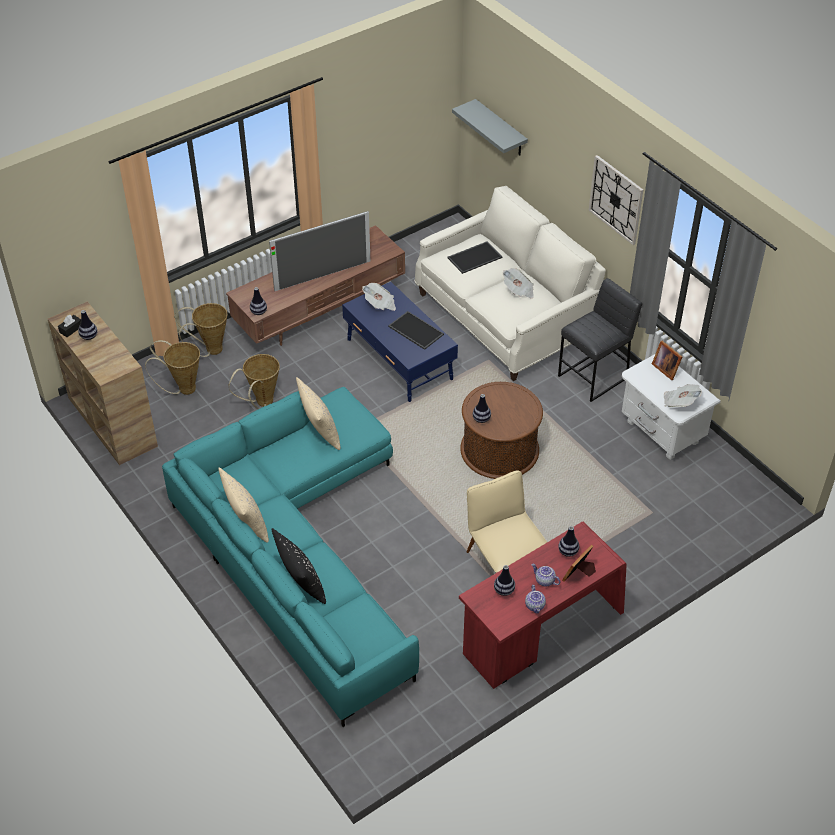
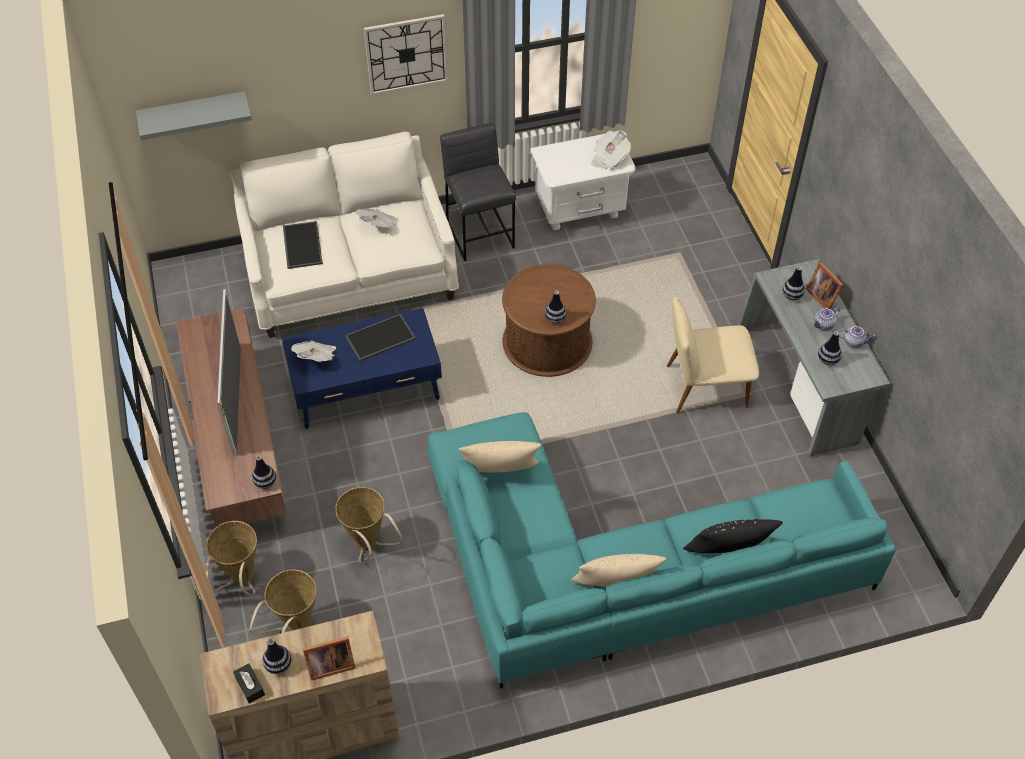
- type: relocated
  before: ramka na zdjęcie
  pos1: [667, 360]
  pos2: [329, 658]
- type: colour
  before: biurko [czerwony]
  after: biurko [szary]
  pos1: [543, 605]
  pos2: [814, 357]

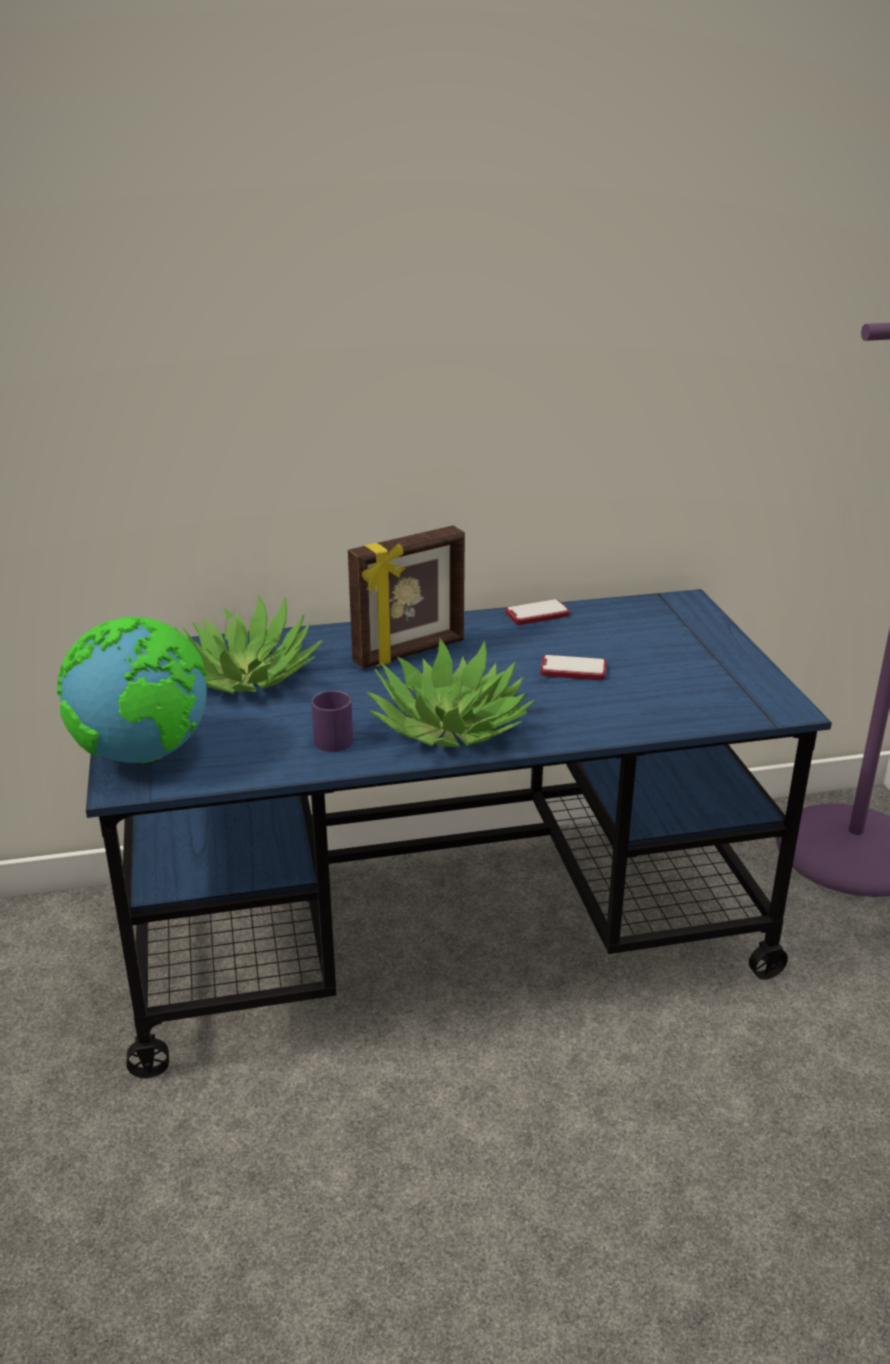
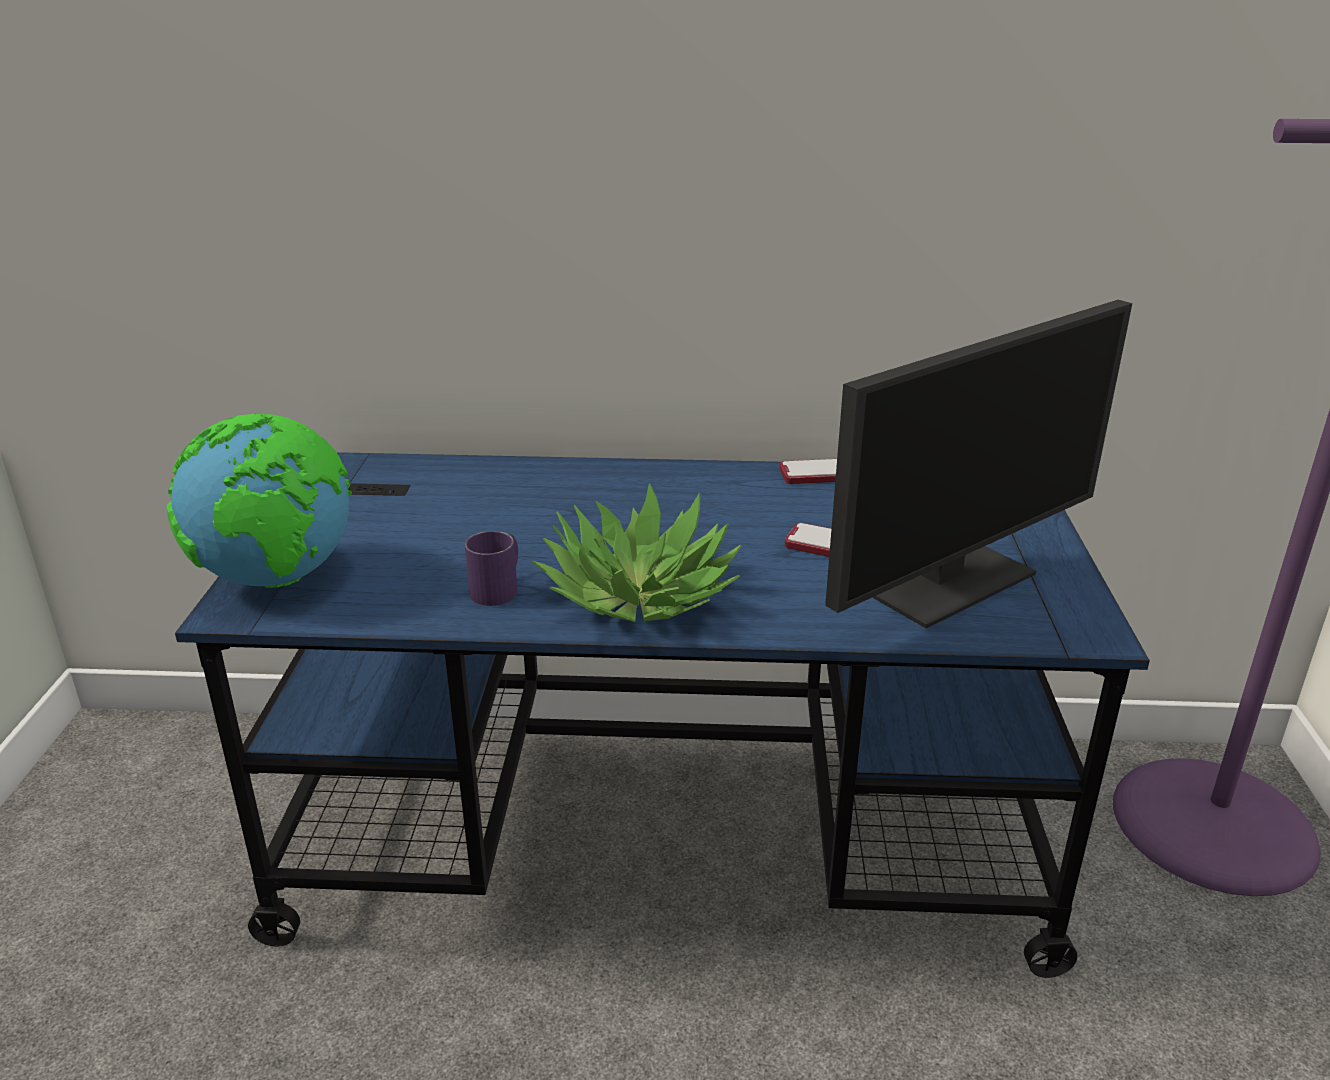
- type: appeared
  after: monitor
  pos2: [978, 464]
- type: missing
  before: roślina doniczkowa
  pos1: [249, 644]
- type: missing
  before: ramka na zdjęcie
  pos1: [406, 597]

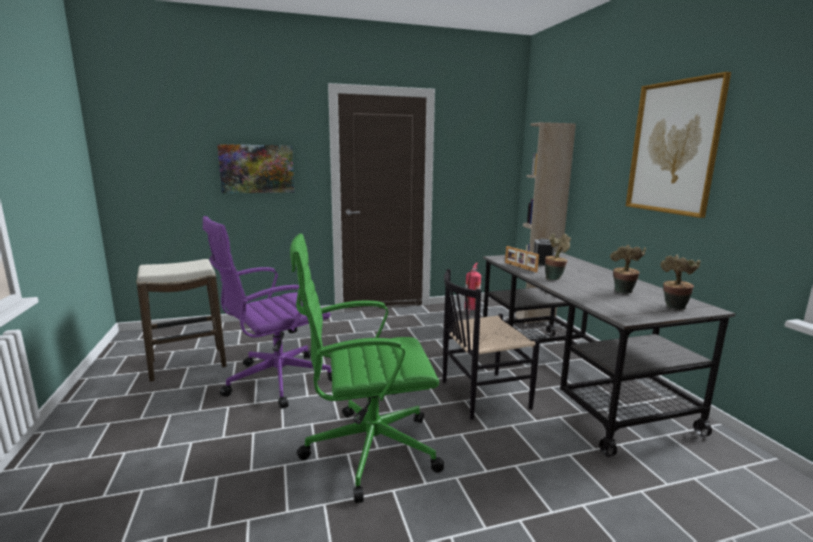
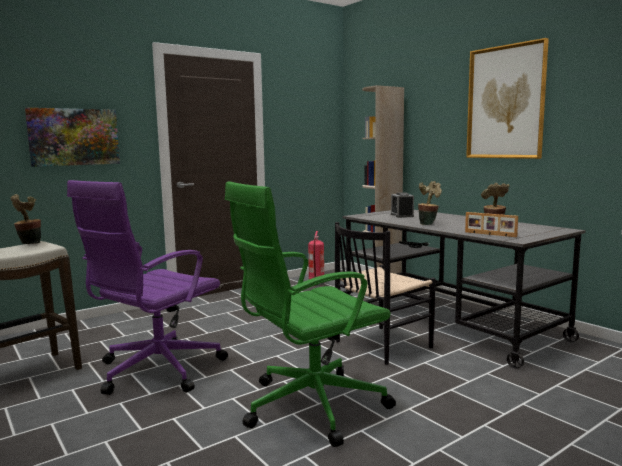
- type: relocated
  before: roślina doniczkowa
  pos1: [680, 282]
  pos2: [26, 219]
- type: relocated
  before: ramka na zdjęcie
  pos1: [522, 259]
  pos2: [491, 224]

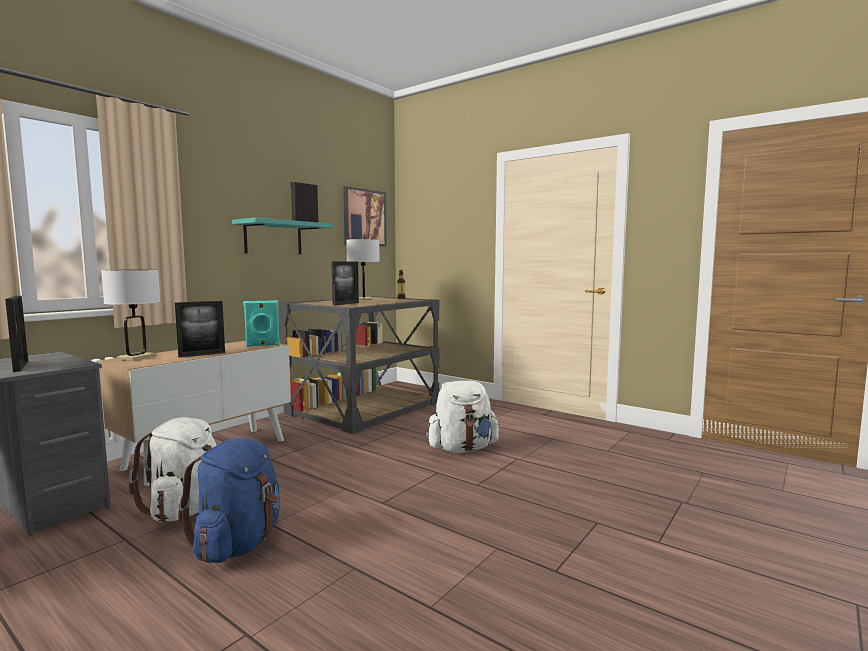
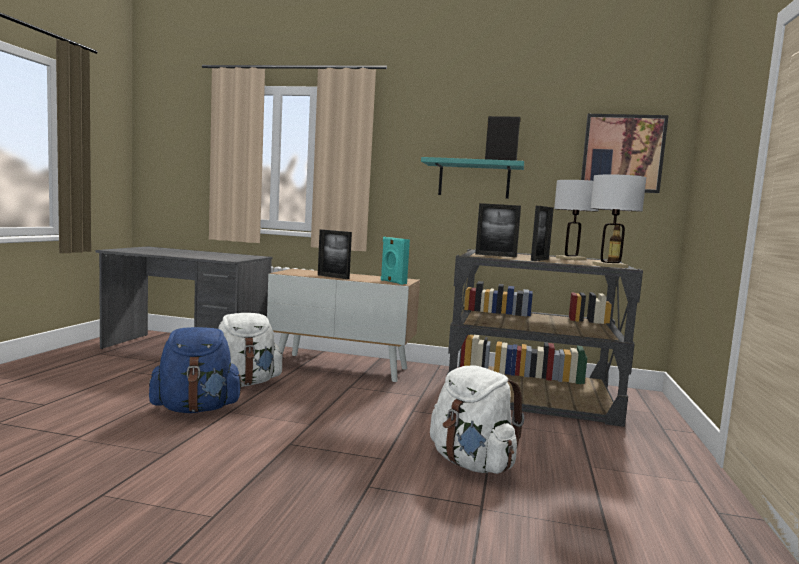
- type: relocated
  before: ramka na zdjęcie
  pos1: [16, 334]
  pos2: [542, 233]
- type: relocated
  before: lampa stołowa [biały]
  pos1: [131, 315]
  pos2: [618, 221]

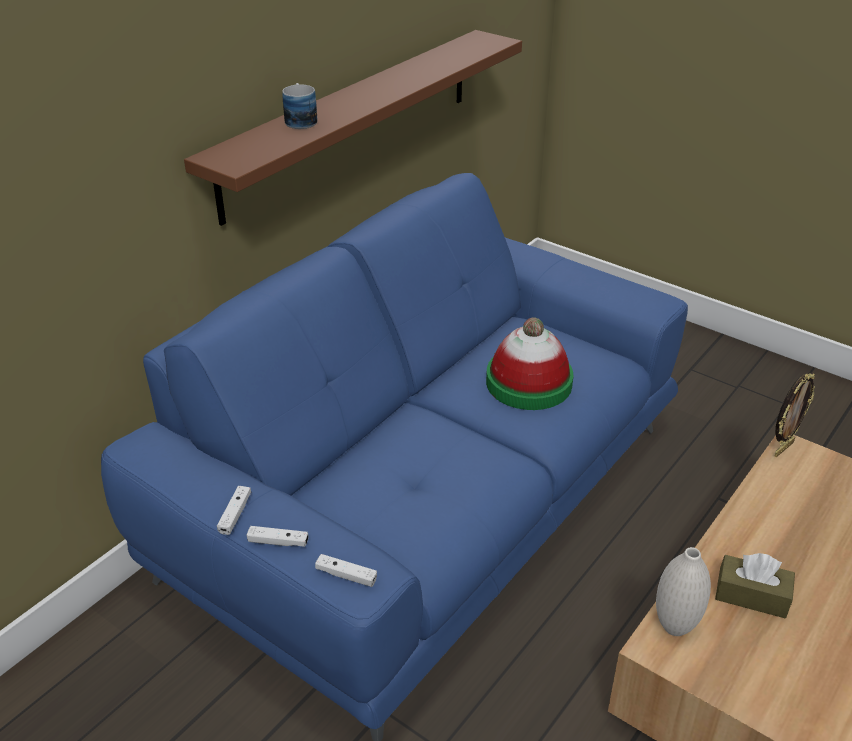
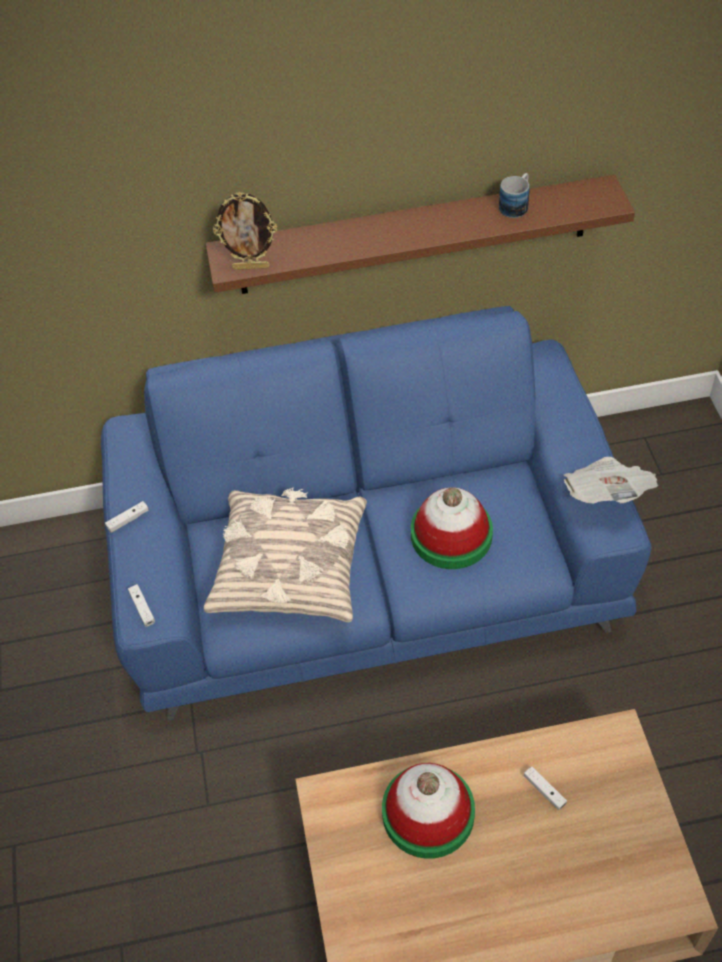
- type: appeared
  after: poduszka [beżowy]
  pos2: [285, 555]
- type: relocated
  before: ramka na zdjęcie
  pos1: [795, 415]
  pos2: [245, 231]
- type: exchanged
  before: pudełko chusteczek [brązowy]
  after: kapelusz
  pos1: [755, 585]
  pos2: [428, 811]
- type: relocated
  before: kubek
  pos1: [299, 106]
  pos2: [514, 195]
- type: relocated
  before: pad do gier [biały]
  pos1: [277, 536]
  pos2: [545, 788]
- type: appeared
  after: gazeta
  pos2: [610, 480]
- type: missing
  before: wazon [biały]
  pos1: [683, 591]

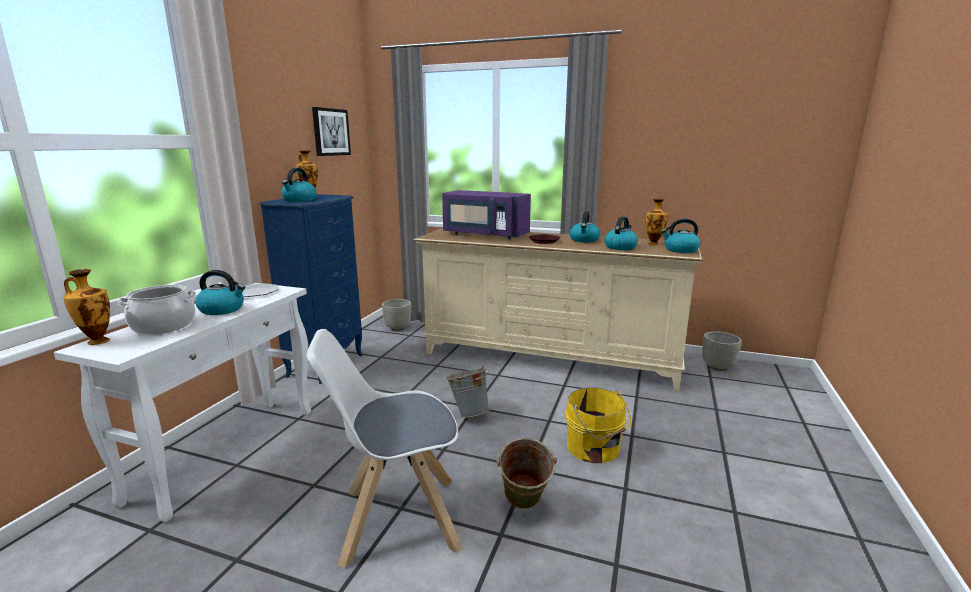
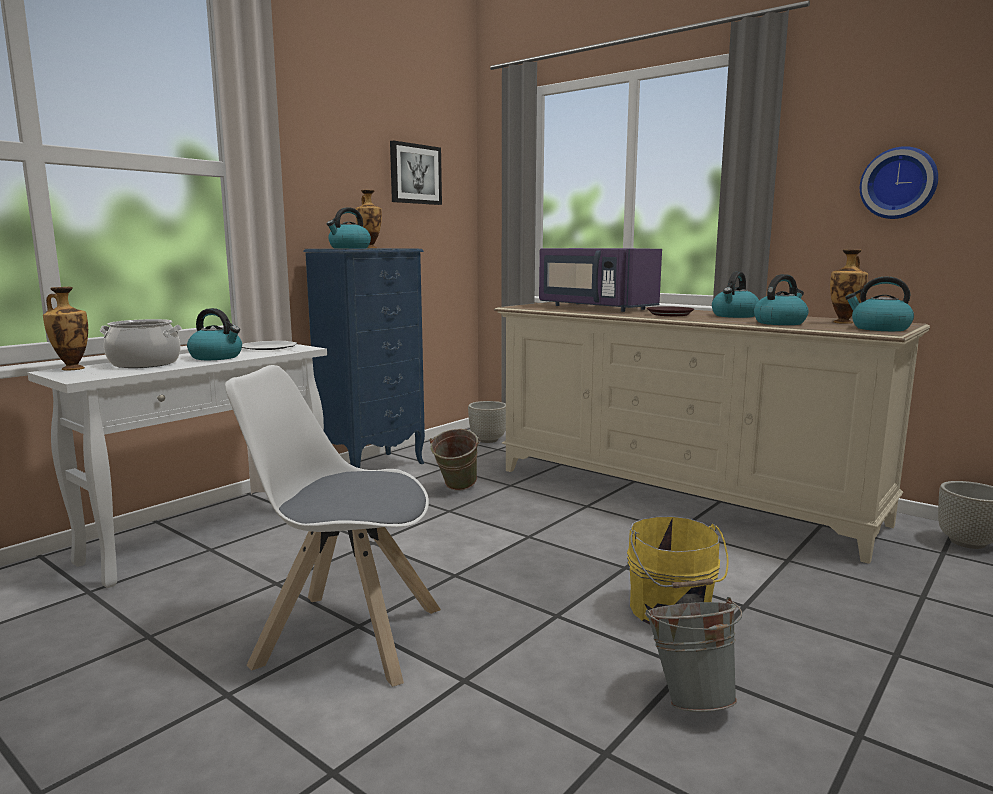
- type: relocated
  before: wiadro [zielony]
  pos1: [526, 473]
  pos2: [455, 460]
- type: relocated
  before: wiadro [szary]
  pos1: [467, 391]
  pos2: [693, 654]
- type: appeared
  after: zegar ścienny
  pos2: [899, 182]

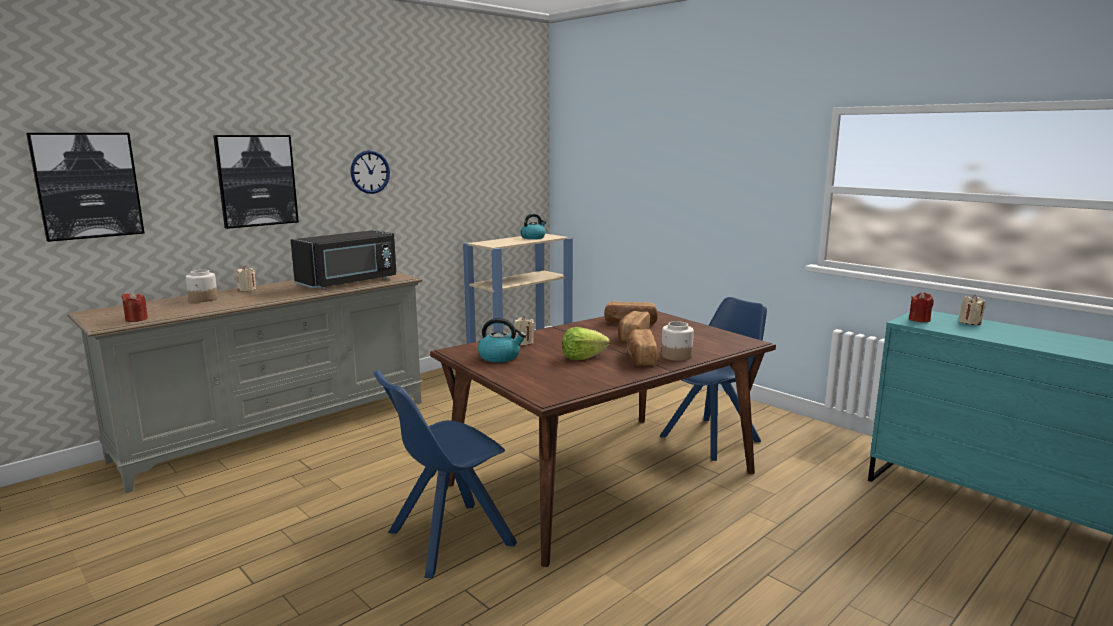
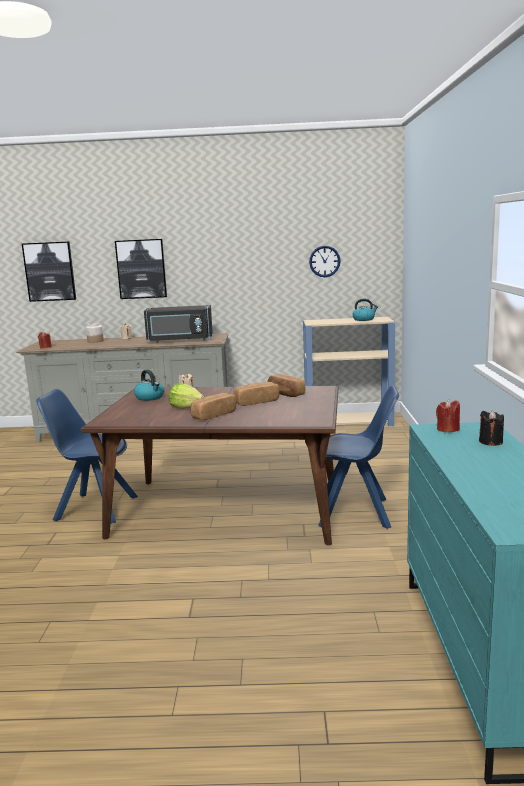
- type: relocated
  before: zegar ścienny
  pos1: [370, 172]
  pos2: [324, 261]
- type: colour
  before: świeca [beżowy]
  after: świeca [czarny]
  pos1: [971, 309]
  pos2: [491, 428]
- type: missing
  before: słoik
  pos1: [677, 341]

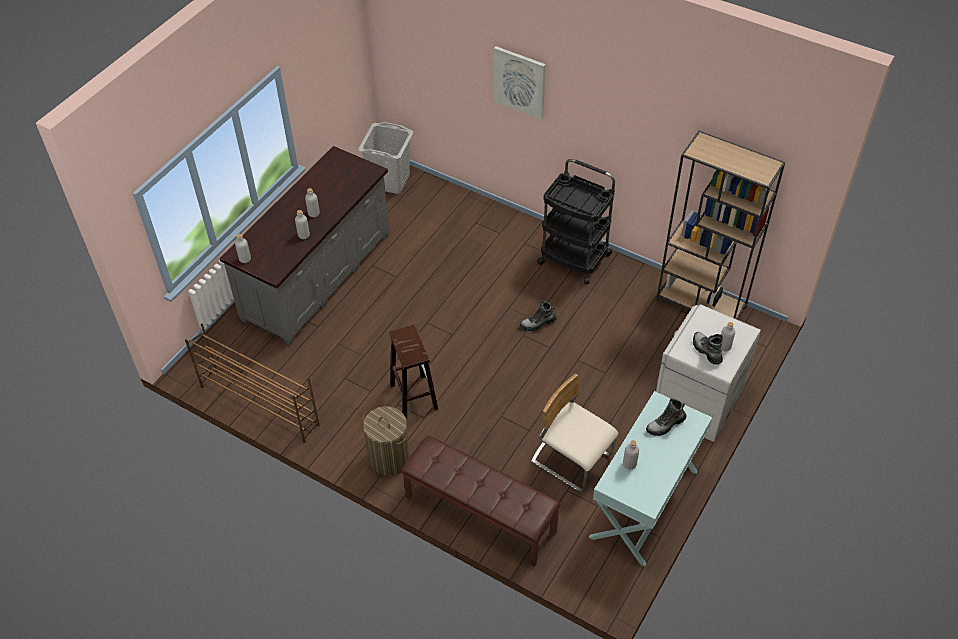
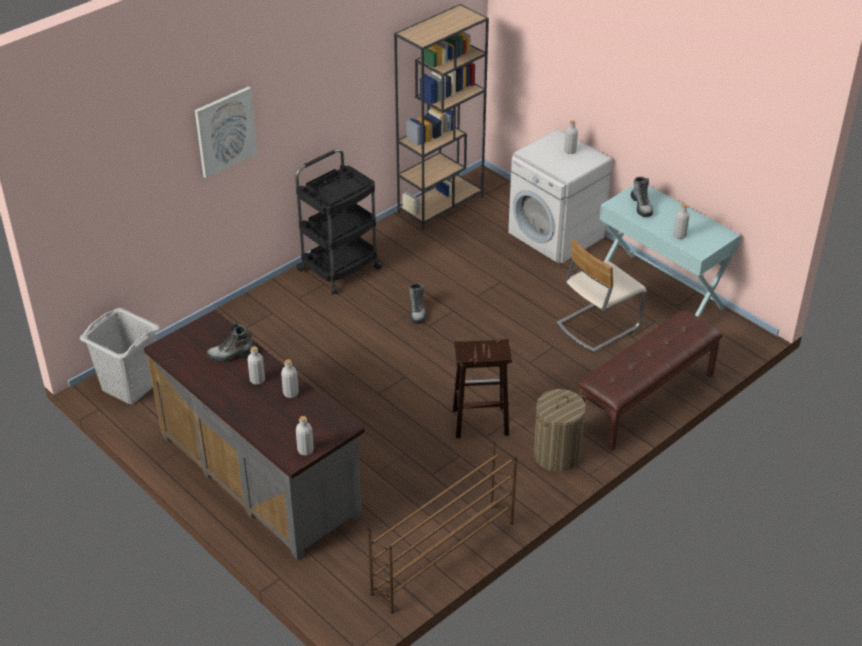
- type: relocated
  before: but z cholewką
  pos1: [708, 348]
  pos2: [231, 343]

